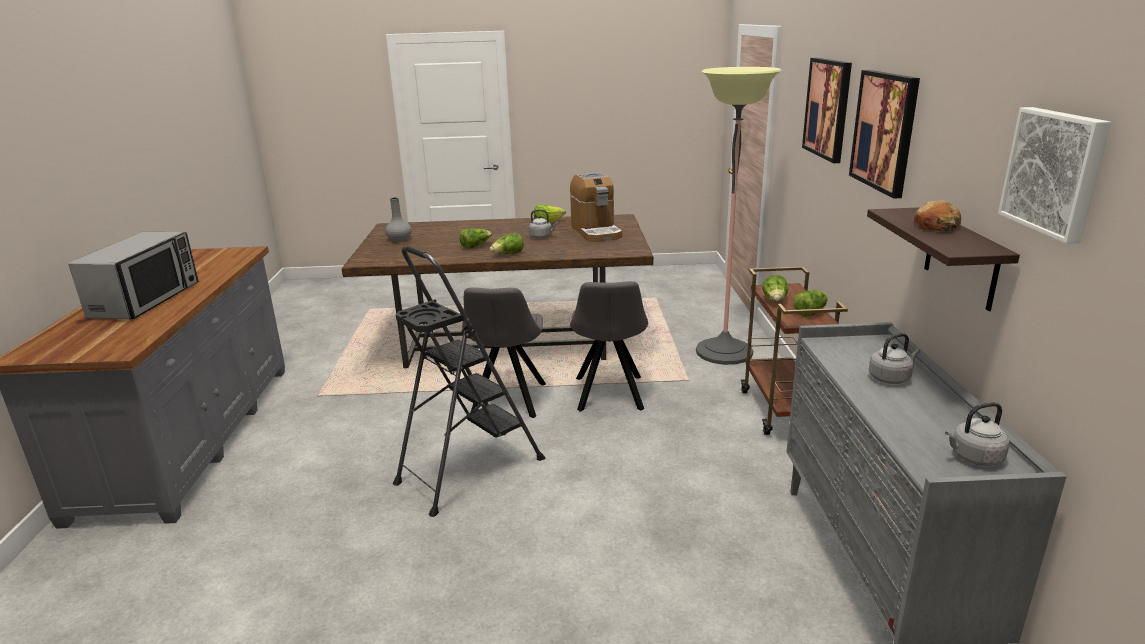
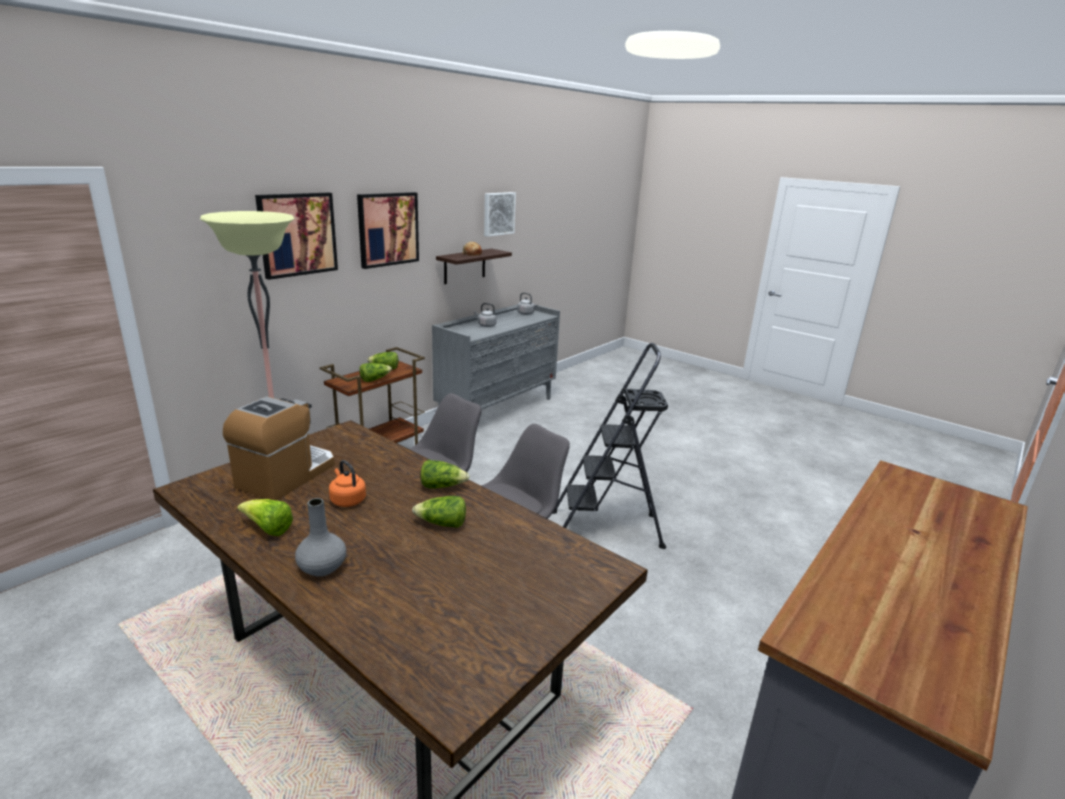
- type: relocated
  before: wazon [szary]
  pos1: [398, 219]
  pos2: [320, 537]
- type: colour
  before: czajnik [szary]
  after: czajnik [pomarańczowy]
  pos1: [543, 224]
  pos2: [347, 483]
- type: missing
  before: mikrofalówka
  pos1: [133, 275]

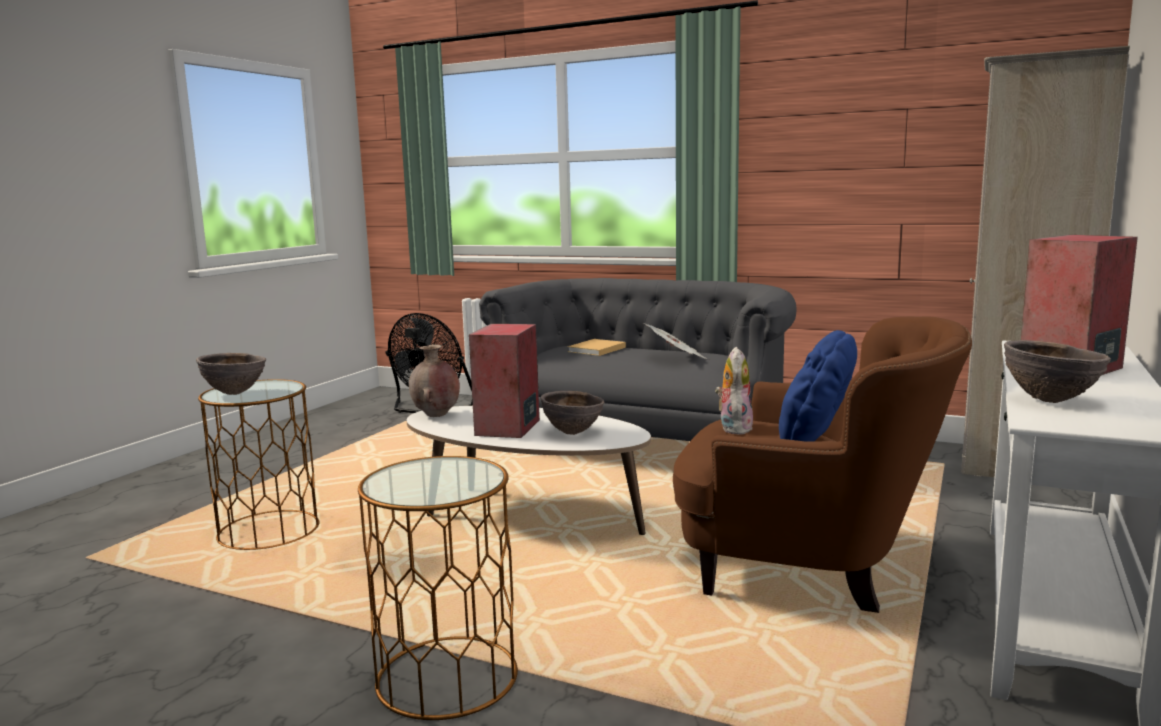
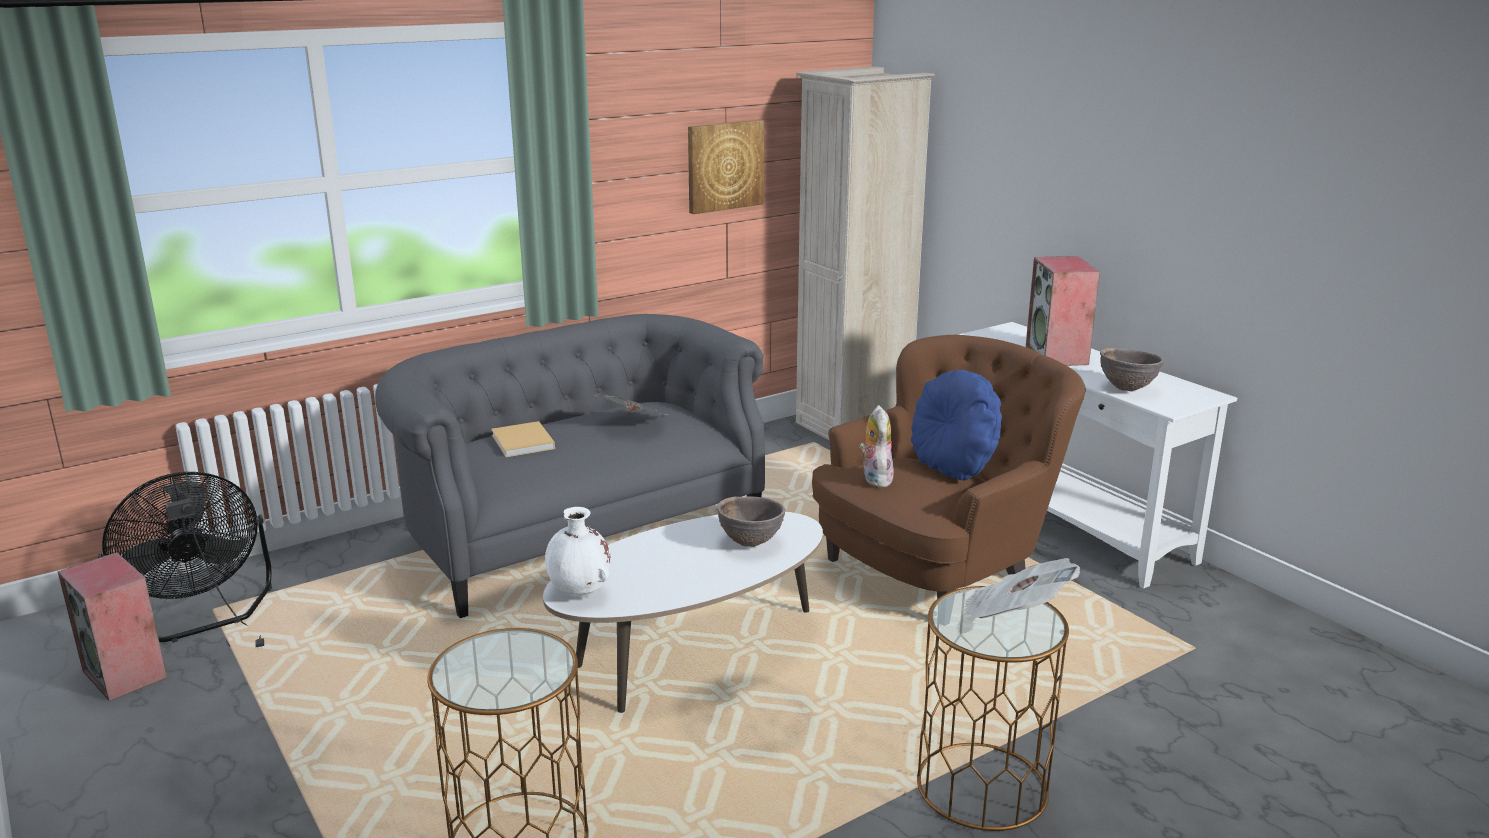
- type: relocated
  before: głośnik
  pos1: [504, 381]
  pos2: [112, 626]
- type: colour
  before: wazon [brązowy]
  after: wazon [biały]
  pos1: [434, 381]
  pos2: [578, 553]
- type: appeared
  after: obraz
  pos2: [726, 167]
- type: spun
  before: pluszak
  pos1: [734, 391]
  pos2: [877, 446]
  turn: 45
- type: appeared
  after: gazeta
  pos2: [1022, 589]
- type: missing
  before: miska [brązowy]
  pos1: [231, 374]

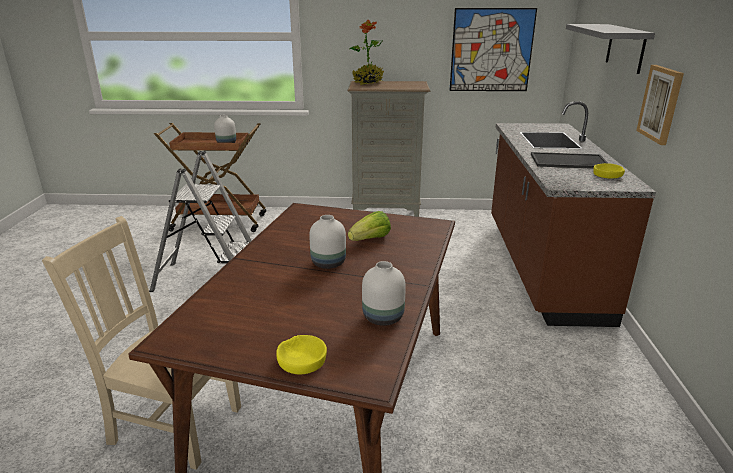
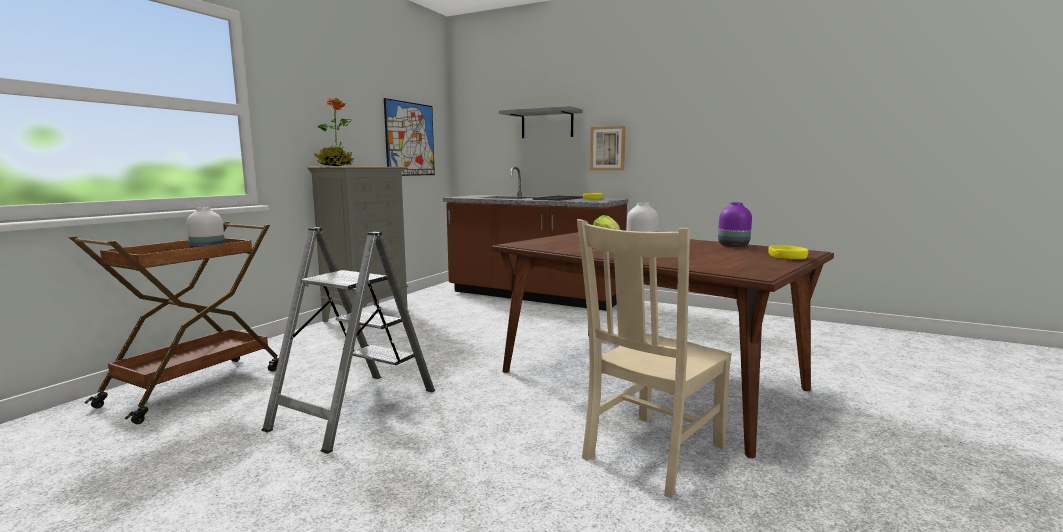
- type: colour
  before: wazon [biały]
  after: wazon [fioletowy]
  pos1: [384, 293]
  pos2: [735, 224]

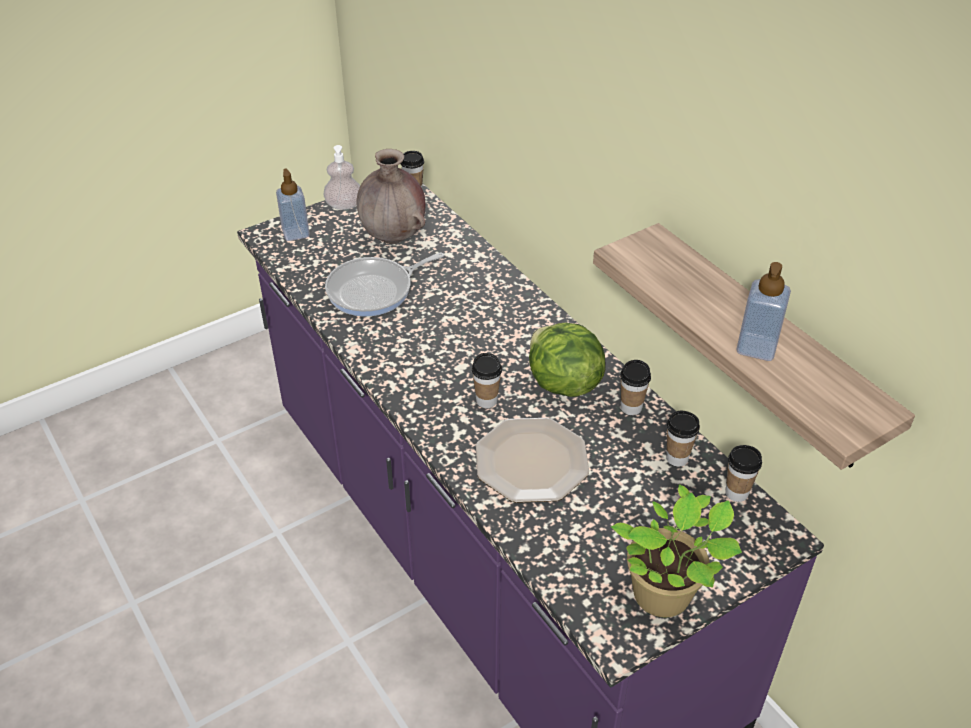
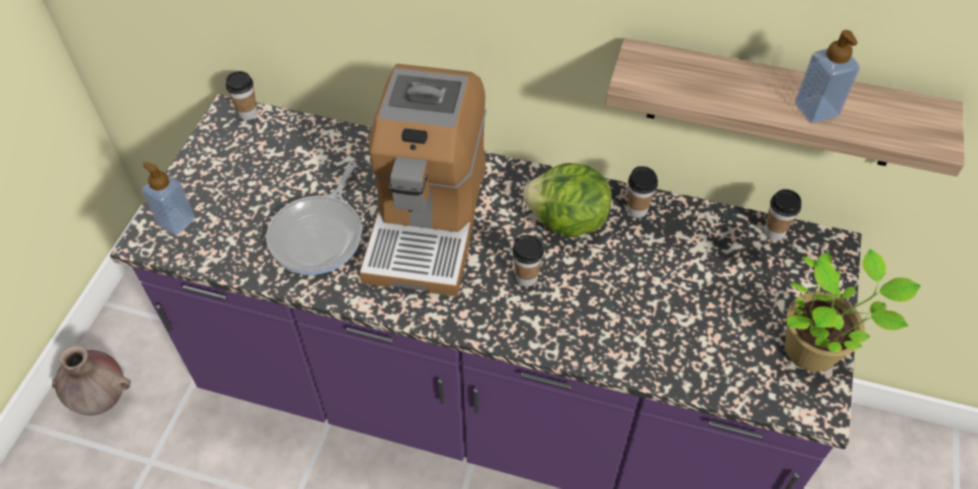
- type: relocated
  before: wazon [brązowy]
  pos1: [391, 196]
  pos2: [91, 380]
- type: appeared
  after: ekspres do kawy
  pos2: [422, 180]
- type: missing
  before: dozownik mydła
  pos1: [341, 177]
- type: missing
  before: talerz
  pos1: [532, 460]
- type: missing
  before: filiżanka
  pos1: [683, 439]

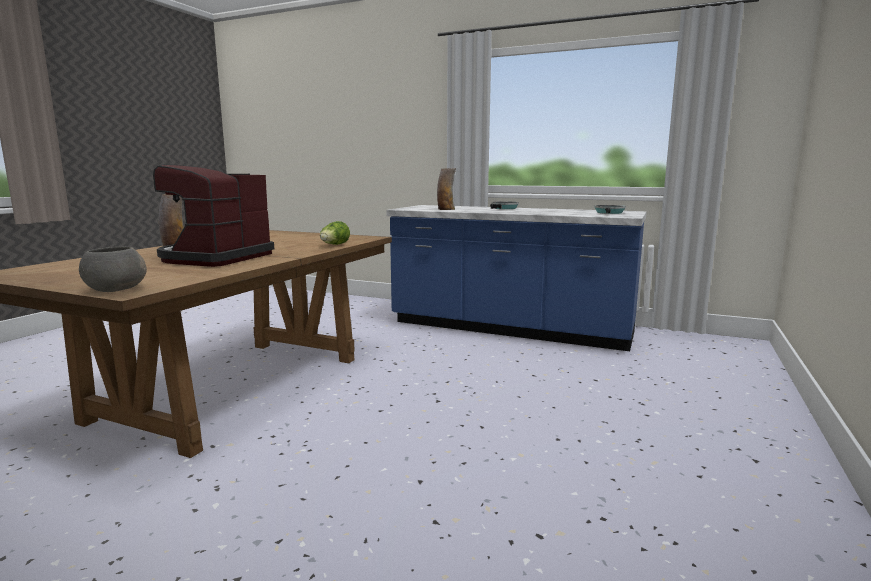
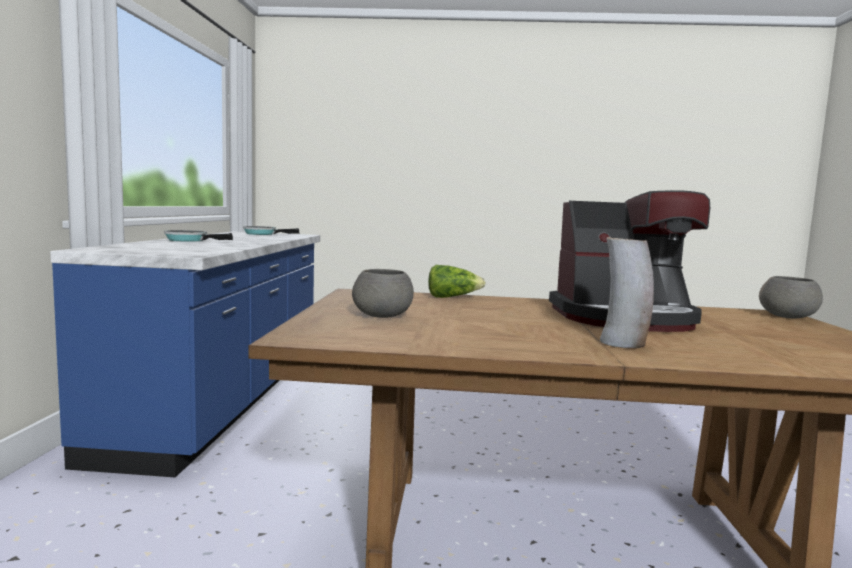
- type: appeared
  after: miska [szary]
  pos2: [383, 293]
- type: missing
  before: wazon
  pos1: [446, 189]

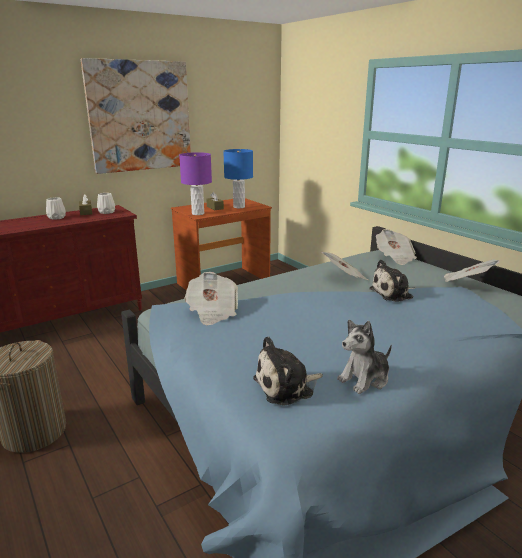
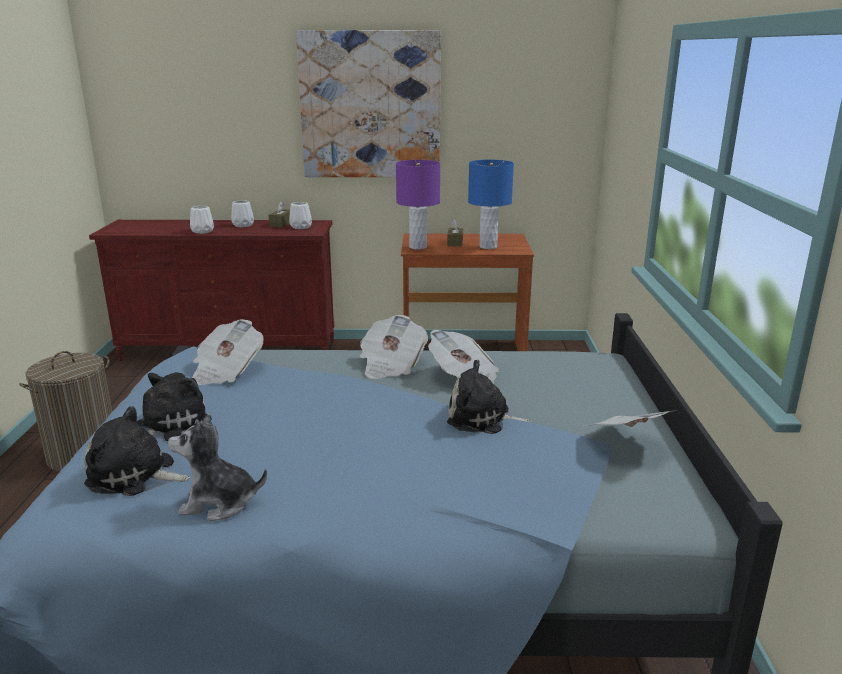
- type: appeared
  after: pluszak
  pos2: [174, 406]
- type: appeared
  after: wazon [biały]
  pos2: [202, 220]
- type: relocated
  before: gazeta
  pos1: [396, 247]
  pos2: [394, 347]

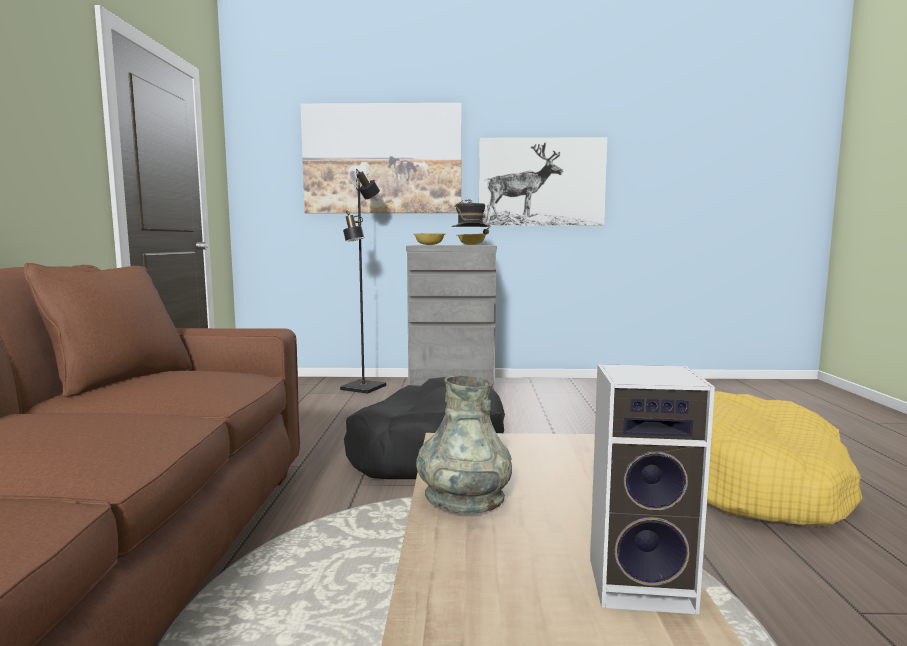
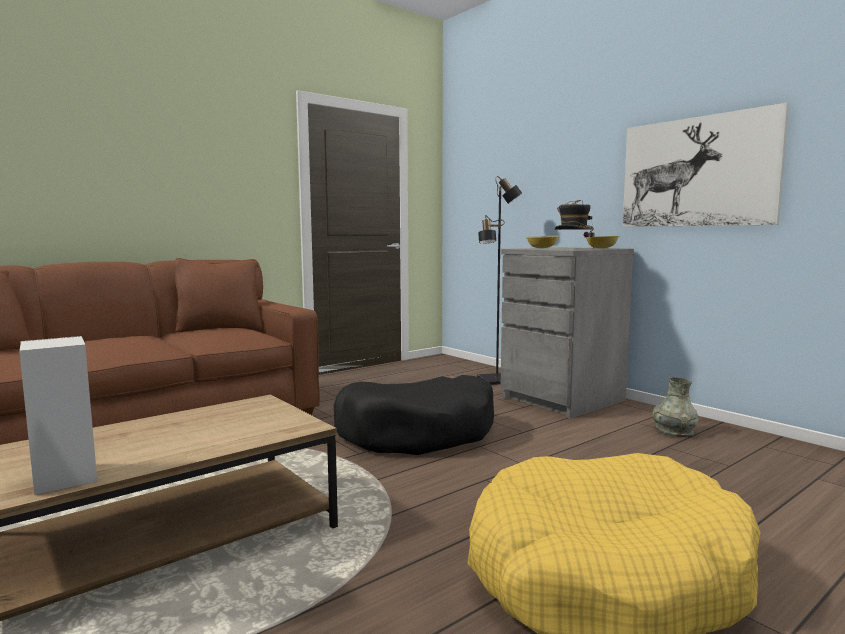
- type: relocated
  before: wazon [szary]
  pos1: [464, 445]
  pos2: [675, 407]
- type: missing
  before: obraz
  pos1: [381, 158]

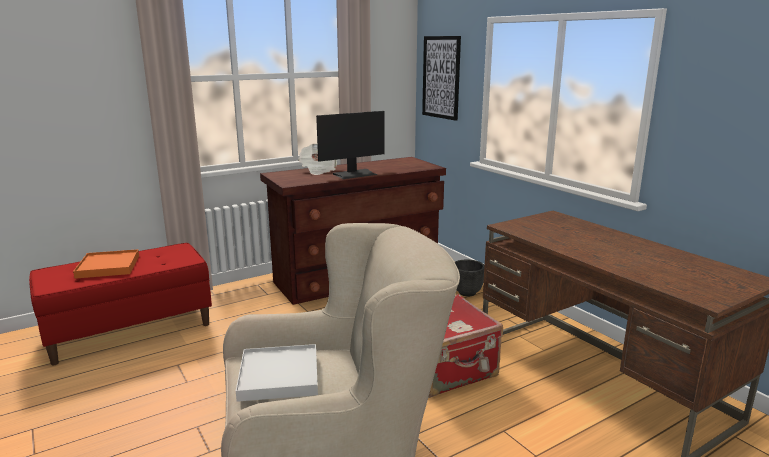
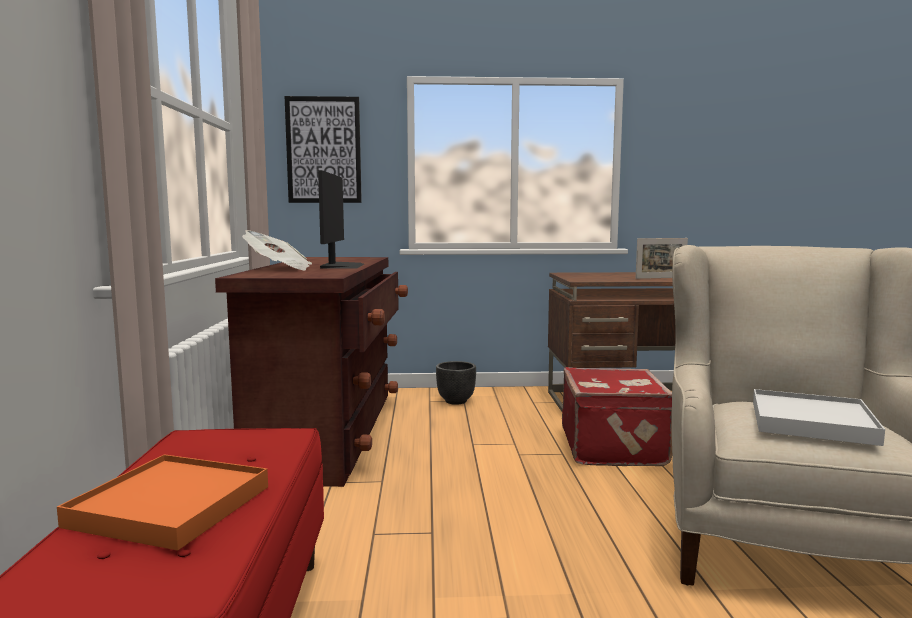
- type: appeared
  after: ramka na zdjęcie
  pos2: [662, 258]

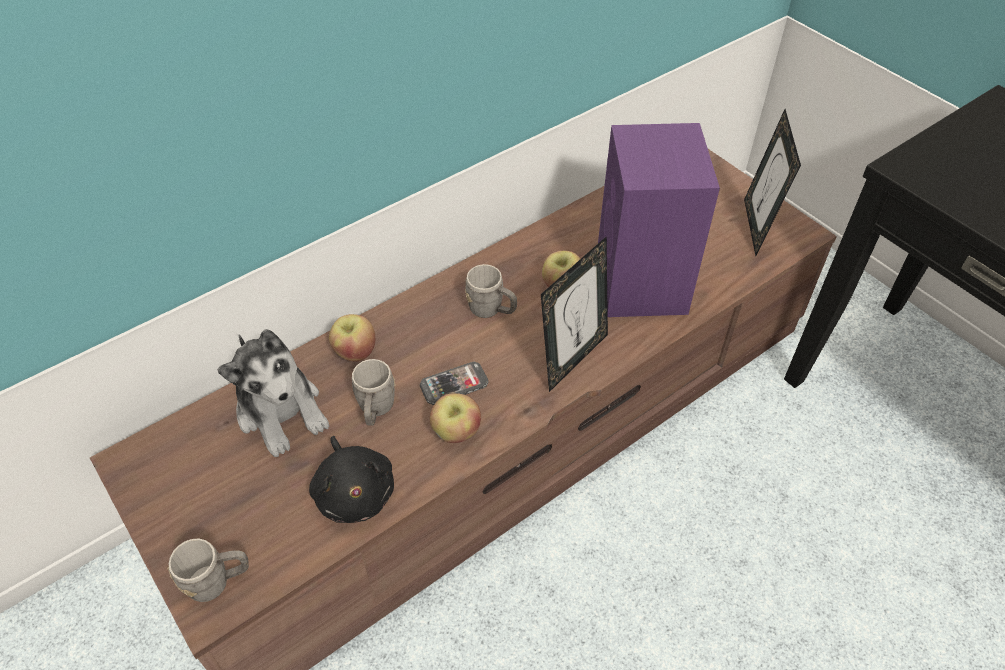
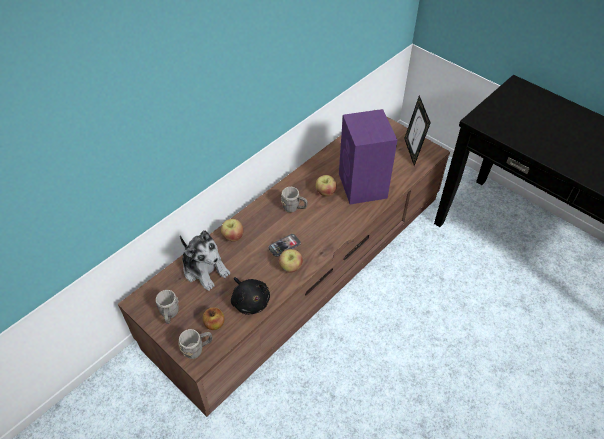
- type: relocated
  before: kubek [szary]
  pos1: [374, 392]
  pos2: [167, 307]
- type: appeared
  after: jabłko
  pos2: [213, 318]
- type: missing
  before: ramka na zdjęcie
  pos1: [574, 314]

